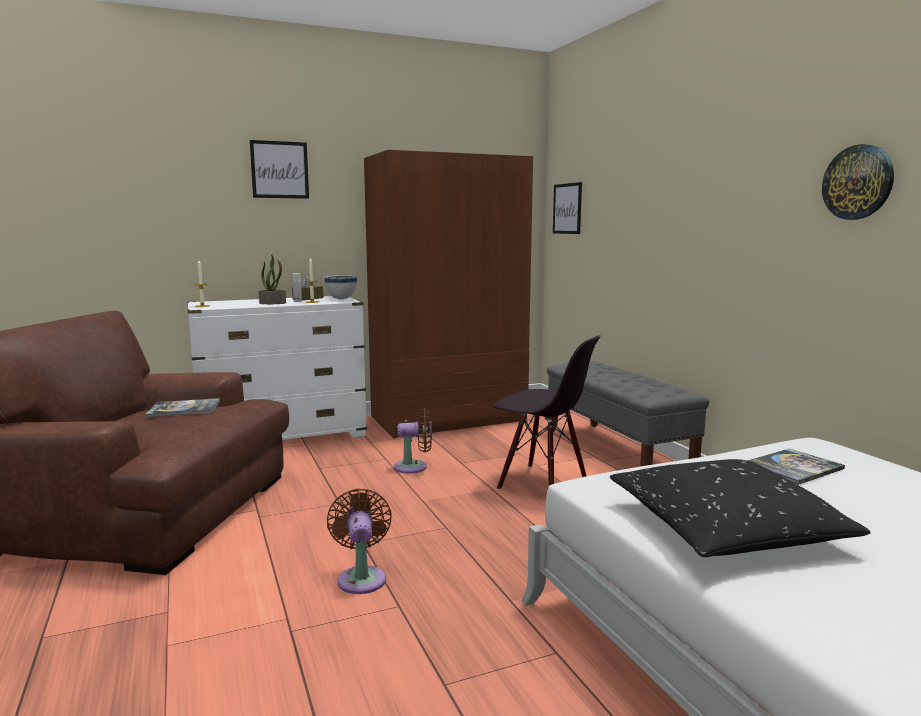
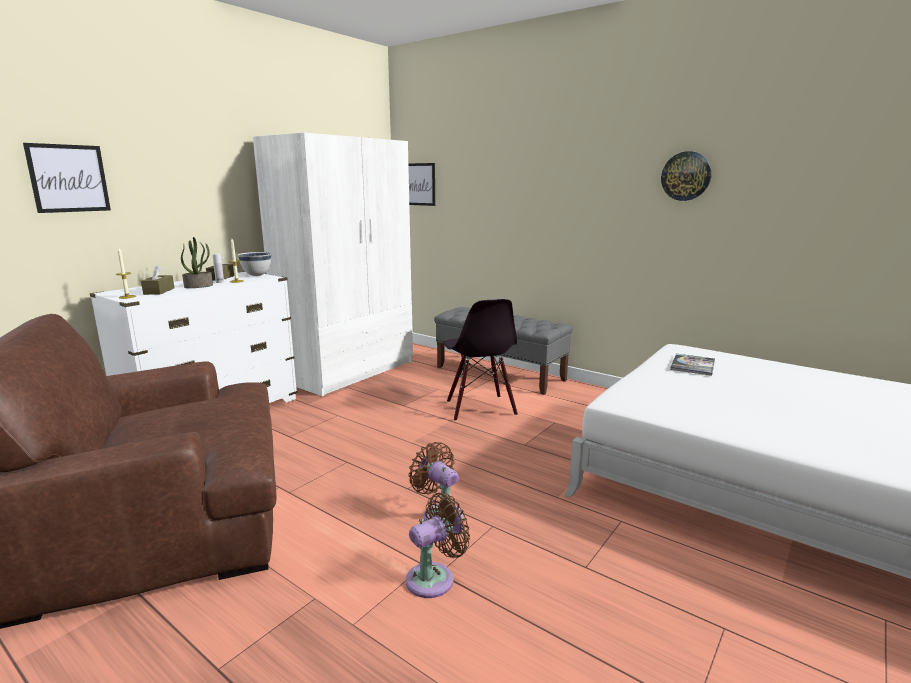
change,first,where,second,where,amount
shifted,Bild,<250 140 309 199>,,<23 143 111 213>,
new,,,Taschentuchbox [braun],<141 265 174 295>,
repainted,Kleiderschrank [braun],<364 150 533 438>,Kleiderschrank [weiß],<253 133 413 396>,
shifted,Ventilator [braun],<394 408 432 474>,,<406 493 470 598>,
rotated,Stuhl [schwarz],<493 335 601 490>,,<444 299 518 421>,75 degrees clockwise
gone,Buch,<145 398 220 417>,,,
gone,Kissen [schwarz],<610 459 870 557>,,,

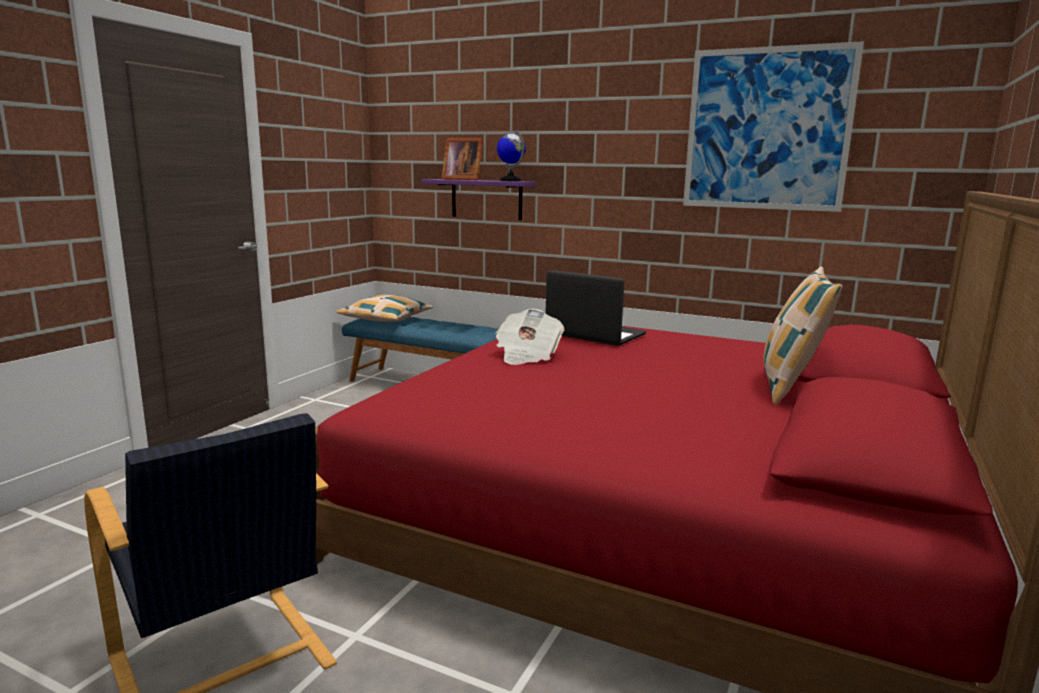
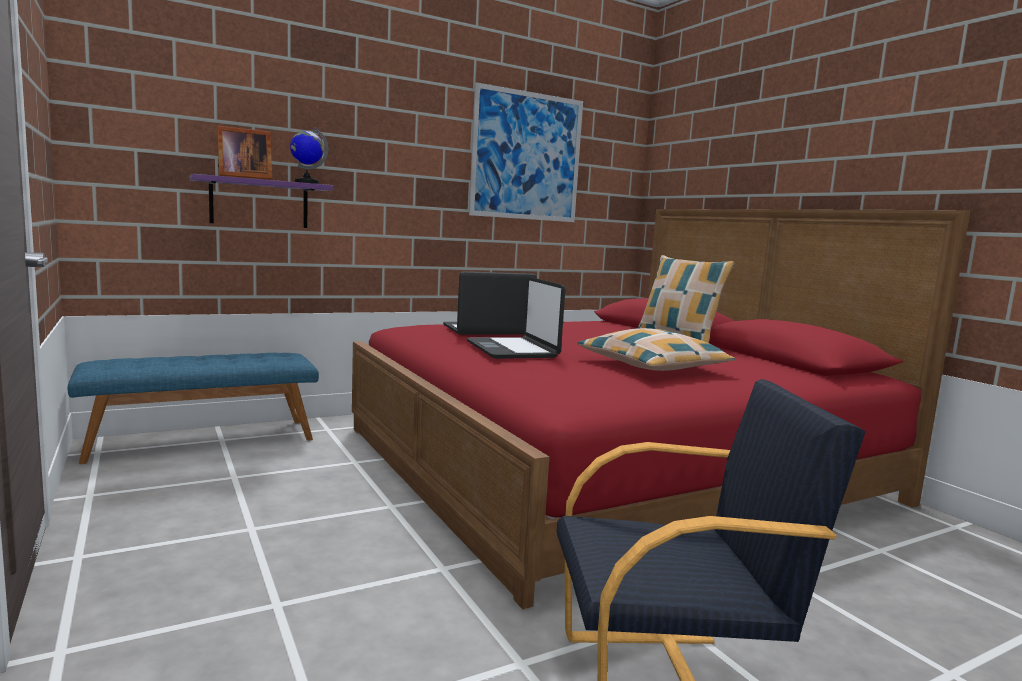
change,first,where,second,where,amount
swapped,Zeitung,<495 309 564 365>,Laptop,<466 277 565 359>,
shifted,Kissen,<336 295 433 322>,,<577 328 736 371>,

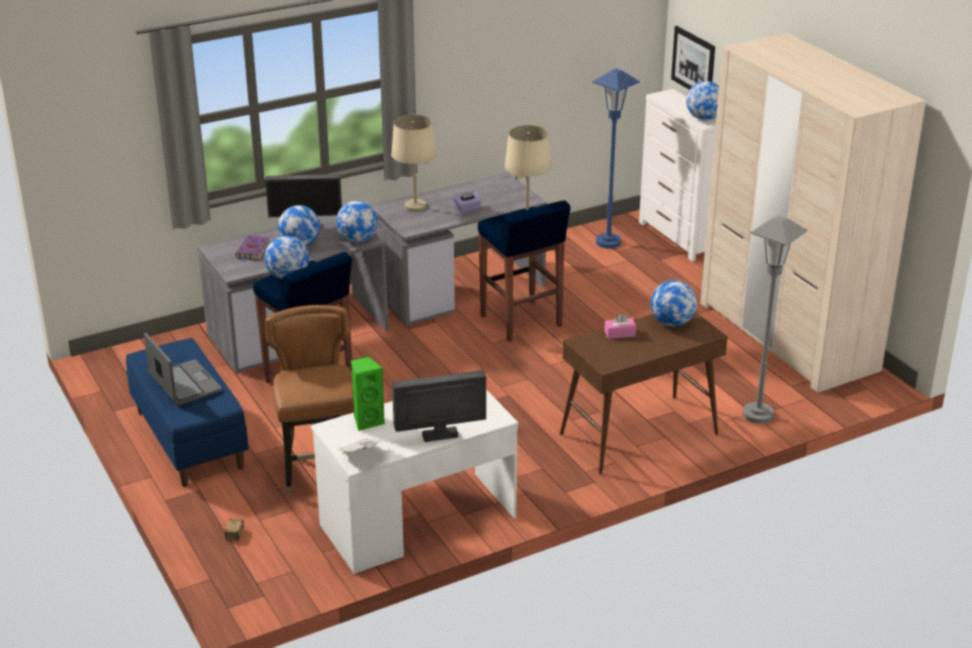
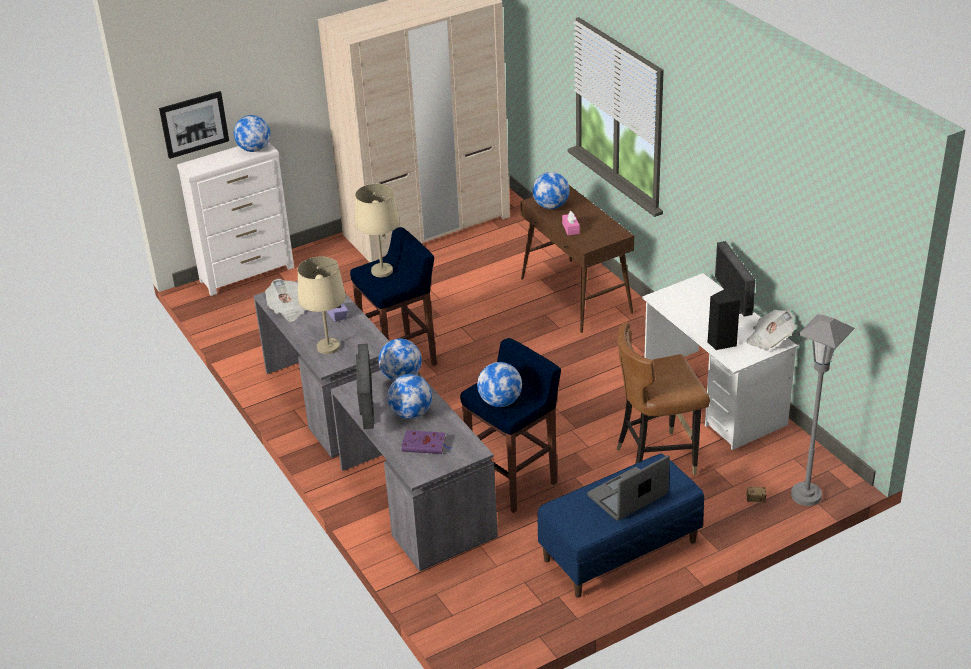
change,first,where,second,where,amount
new,,,Zeitung,<265 279 307 322>,
repainted,Lautsprecher [grün],<351 356 385 431>,Lautsprecher [schwarz],<707 288 740 350>,
shifted,Stehlampe [grau],<743 215 808 424>,,<791 314 854 506>,
gone,Stehlampe [blau],<592 69 640 249>,,,

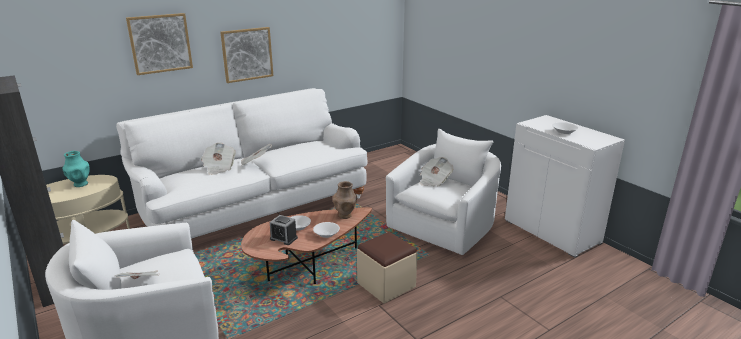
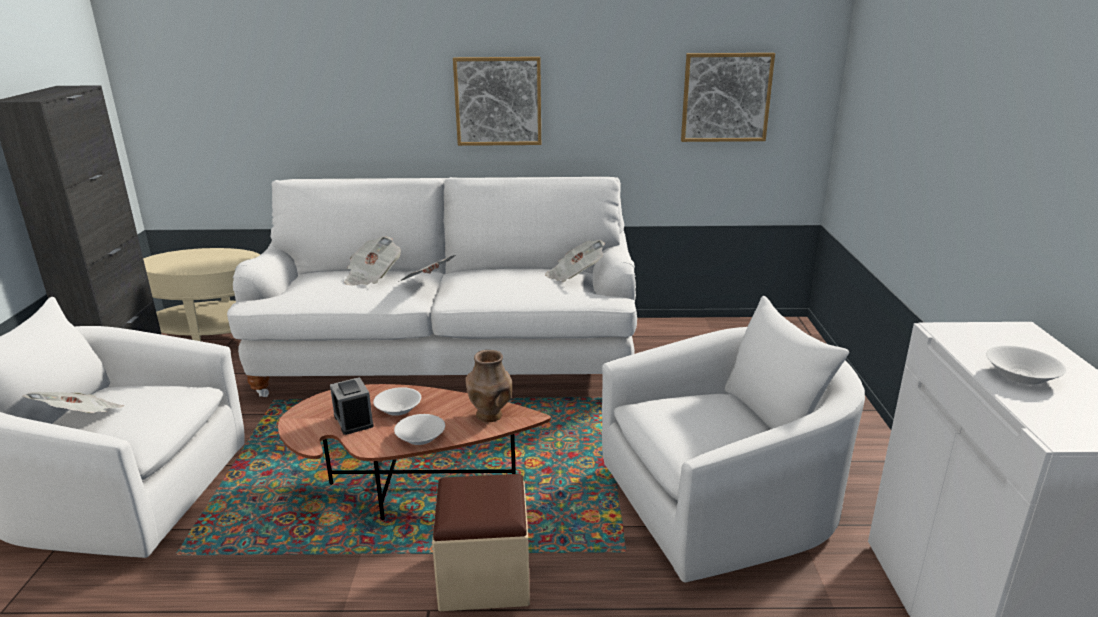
change,first,where,second,where,amount
shifted,Zeitung,<420 157 453 186>,,<545 240 605 282>,
shifted,Bild,<126 13 193 75>,,<681 53 775 142>,
gone,Vase [türkis],<62 151 89 187>,,,

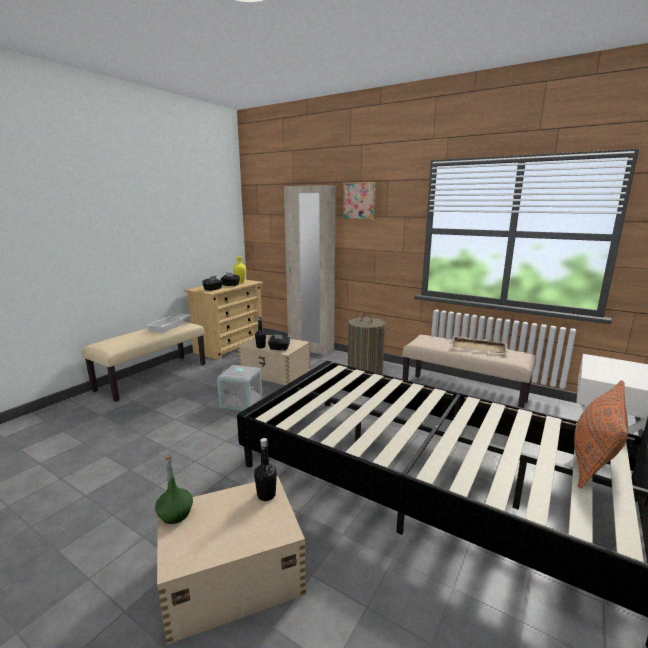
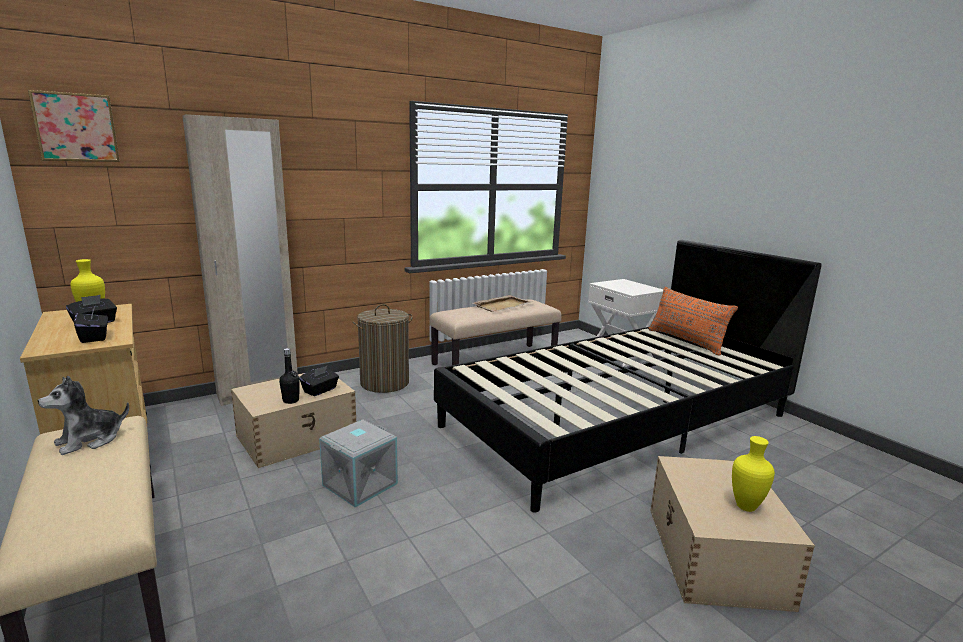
change,first,where,second,where,amount
shifted,Bild,<343 182 377 220>,,<28 90 120 162>,
swapped,Tablett [weiß],<146 313 191 333>,Plüschtier,<38 375 129 455>,
new,,,Vase [gelb],<732 436 775 512>,
gone,Flasche [grün],<155 455 193 524>,,,
gone,Flasche [schwarz],<254 438 277 501>,,,

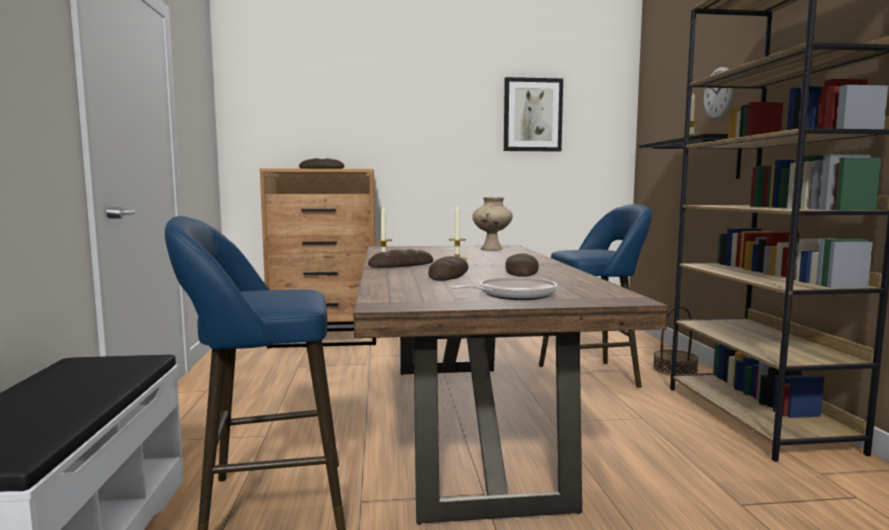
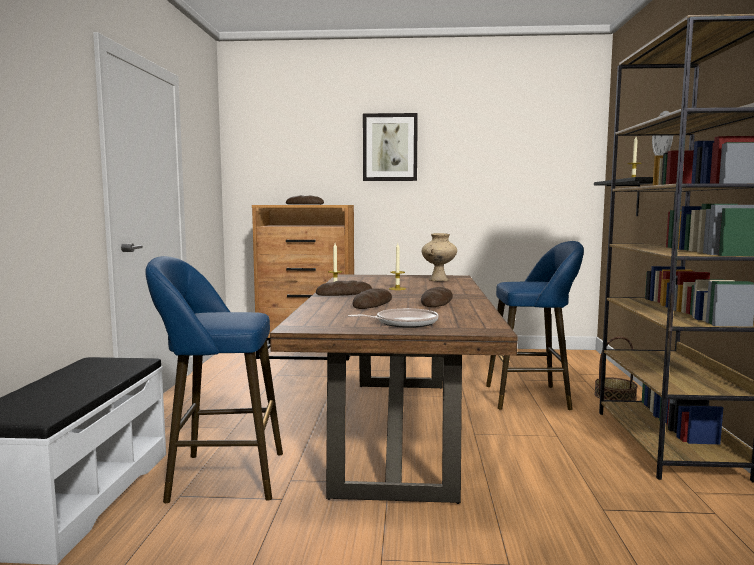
change,first,where,second,where,amount
shifted,Bild,<504 77 563 152>,,<363 113 418 181>,

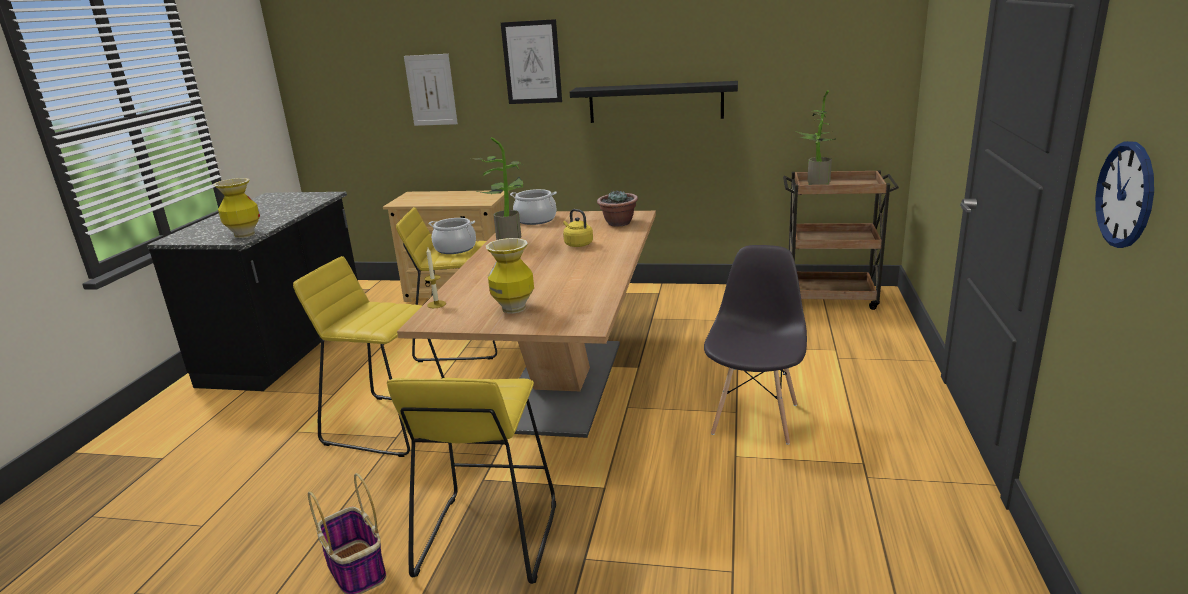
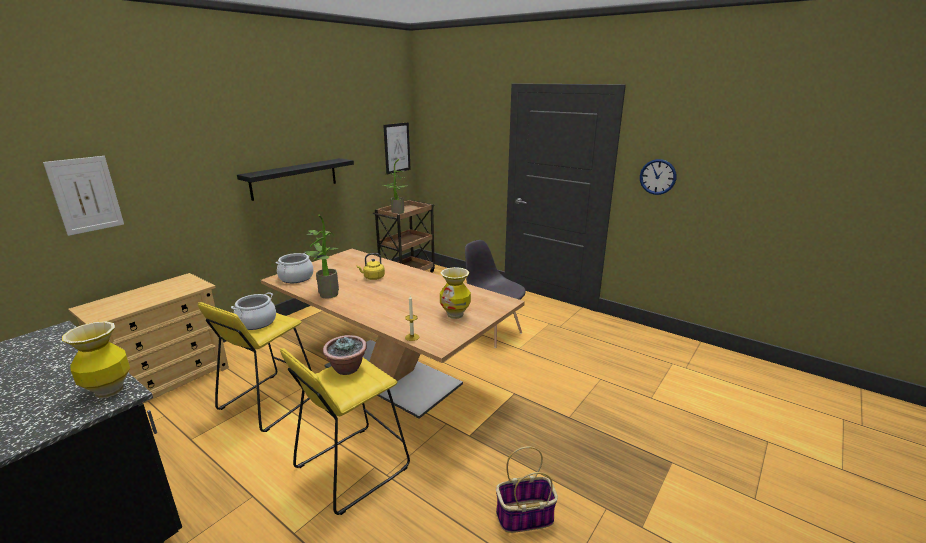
change,first,where,second,where,amount
shifted,Topfpflanze,<597 191 638 226>,,<323 335 367 375>,
shifted,Bild,<501 19 562 104>,,<383 122 411 175>,
gone,Hocker [gelb],<387 378 556 584>,,,

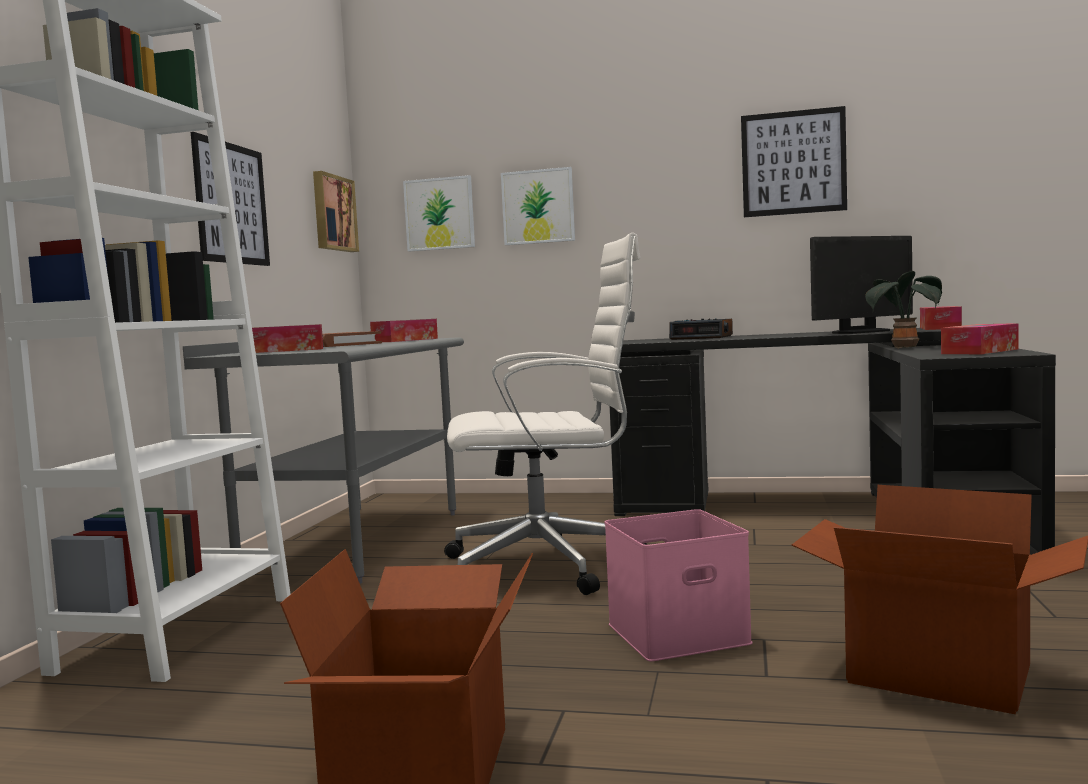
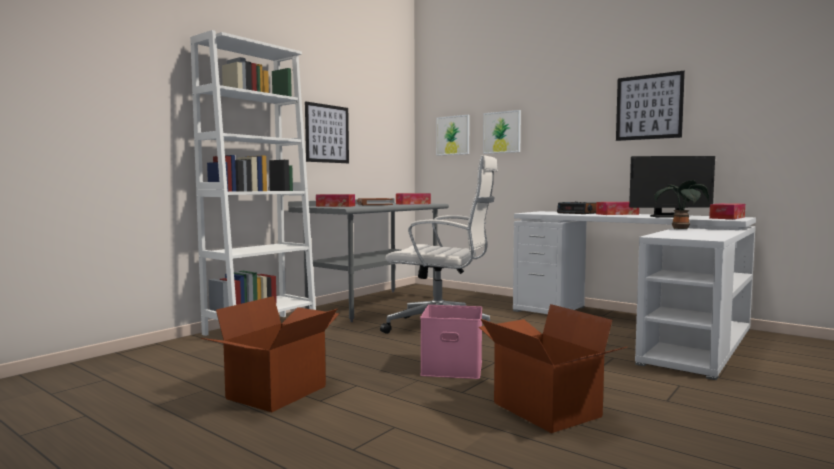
change,first,where,second,where,amount
repainted,Schreibtisch [schwarz],<610 328 1056 555>,Schreibtisch [weiß],<513 211 756 380>,
shifted,Taschentuchbox,<941 323 1019 354>,,<596 202 639 215>,
gone,Bild,<313 171 359 252>,,,

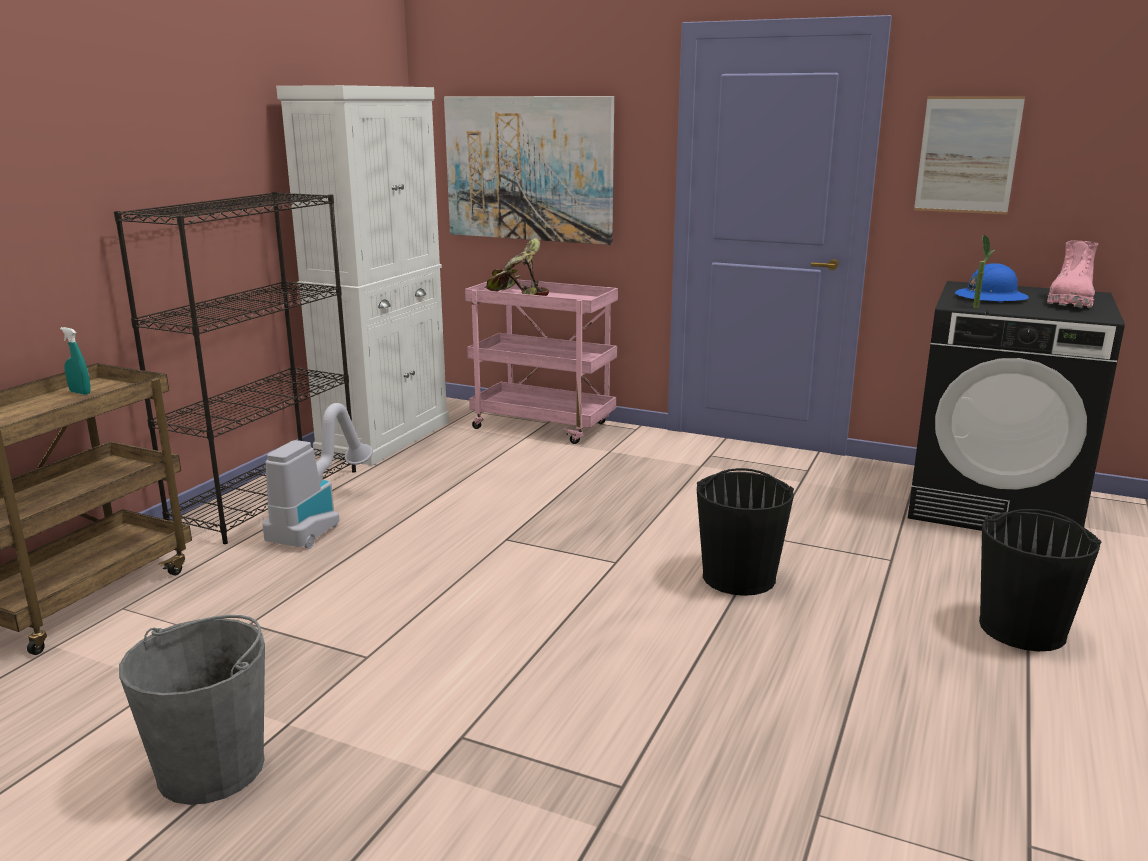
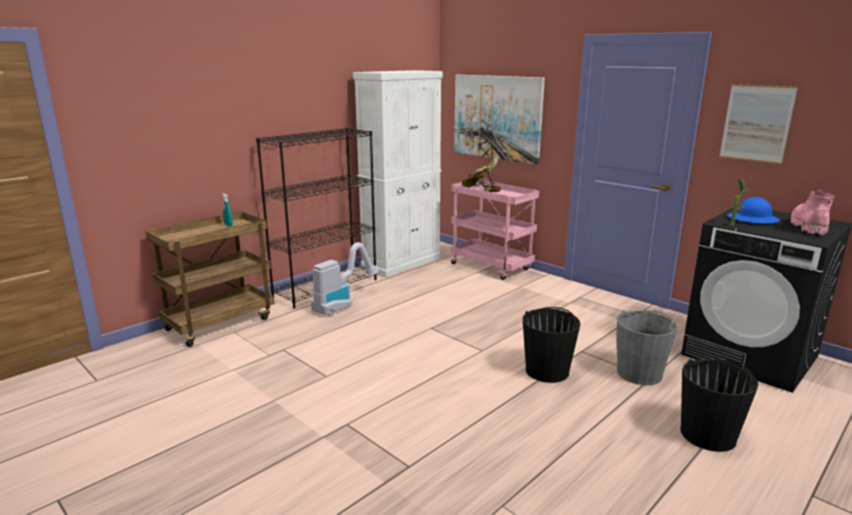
change,first,where,second,where,amount
shifted,Eimer [grau],<119 615 265 805>,,<617 310 678 385>,
rotated,Stiefel [rosa],<1047 240 1098 308>,,<790 190 834 235>,150 degrees clockwise

